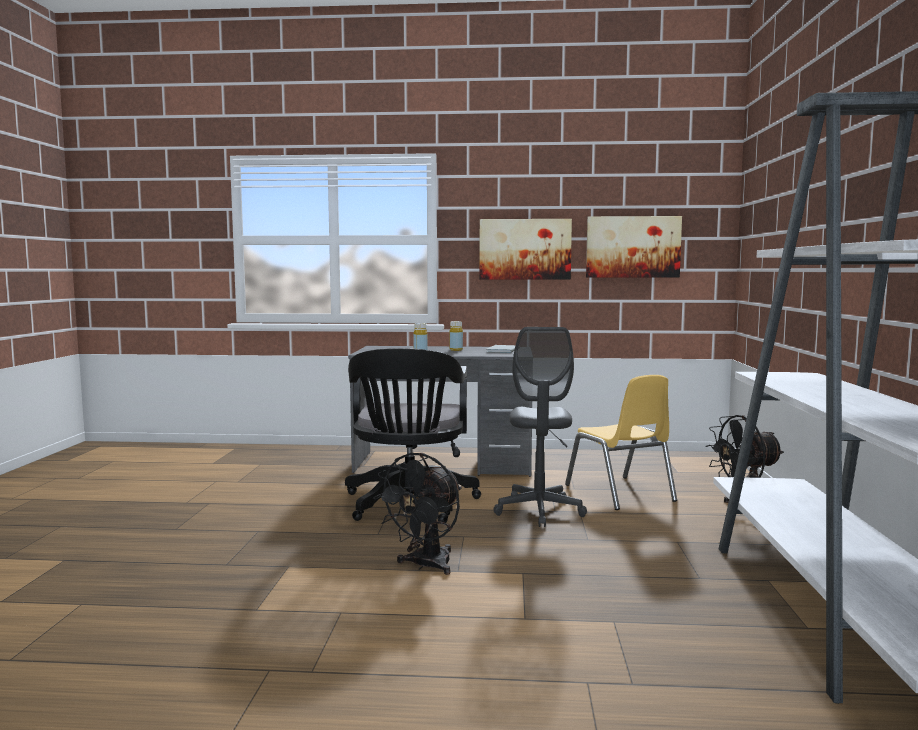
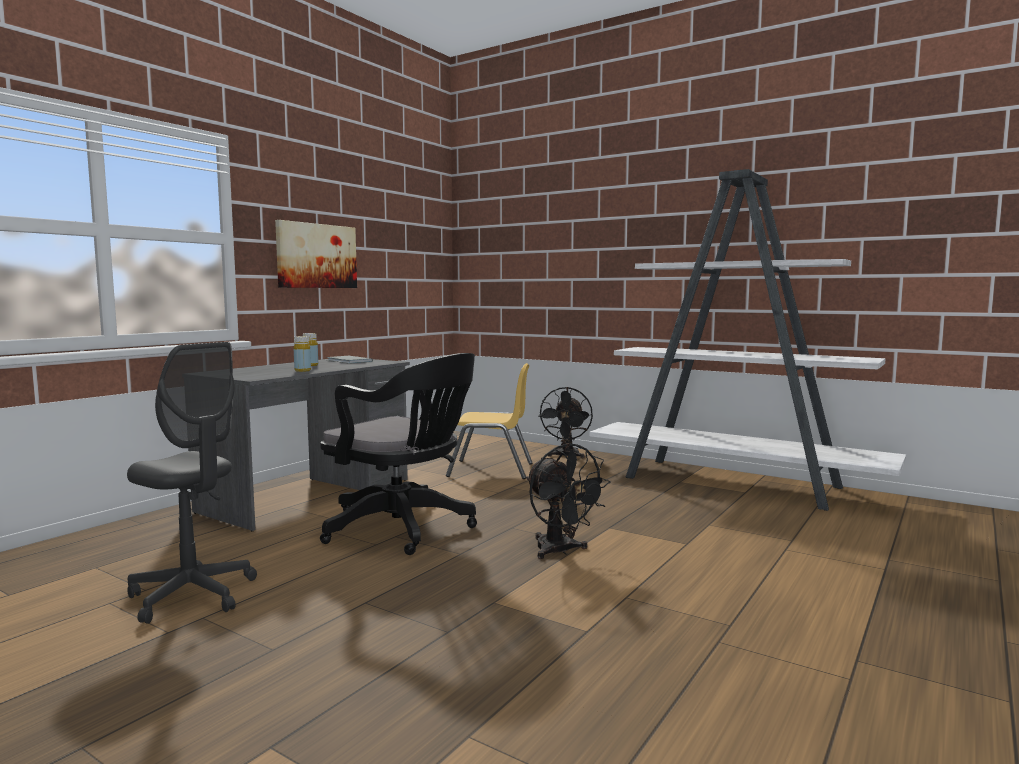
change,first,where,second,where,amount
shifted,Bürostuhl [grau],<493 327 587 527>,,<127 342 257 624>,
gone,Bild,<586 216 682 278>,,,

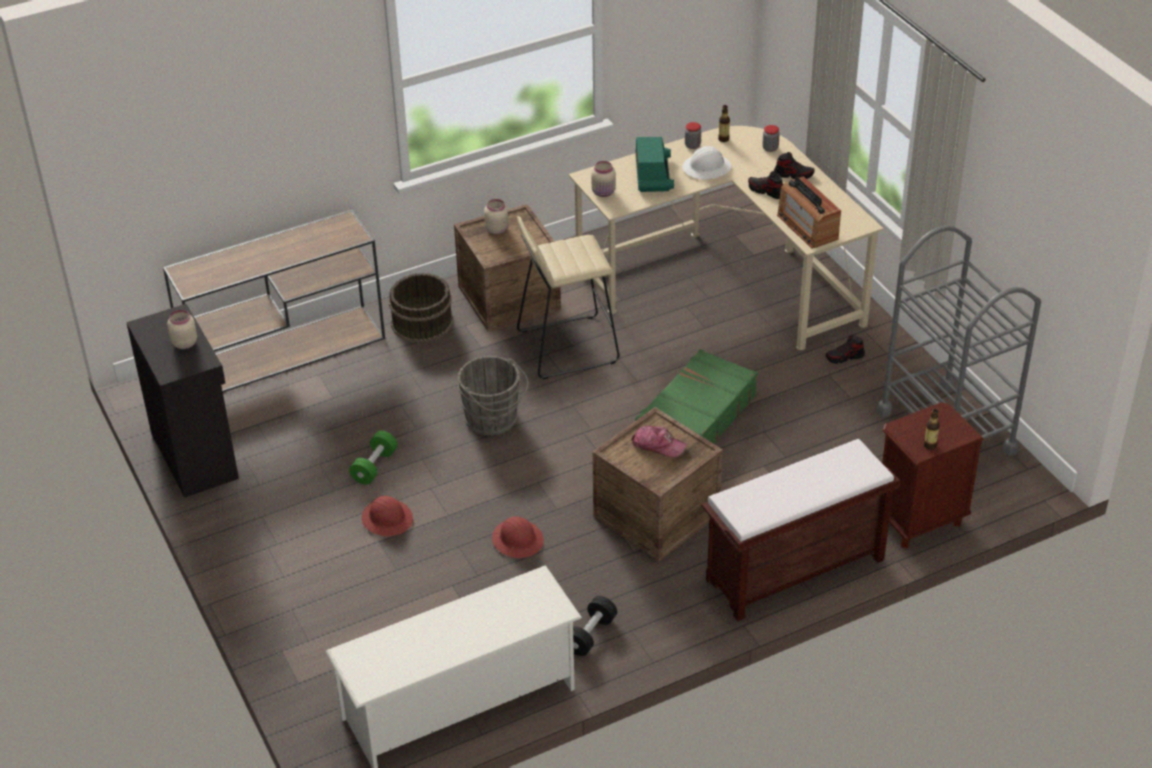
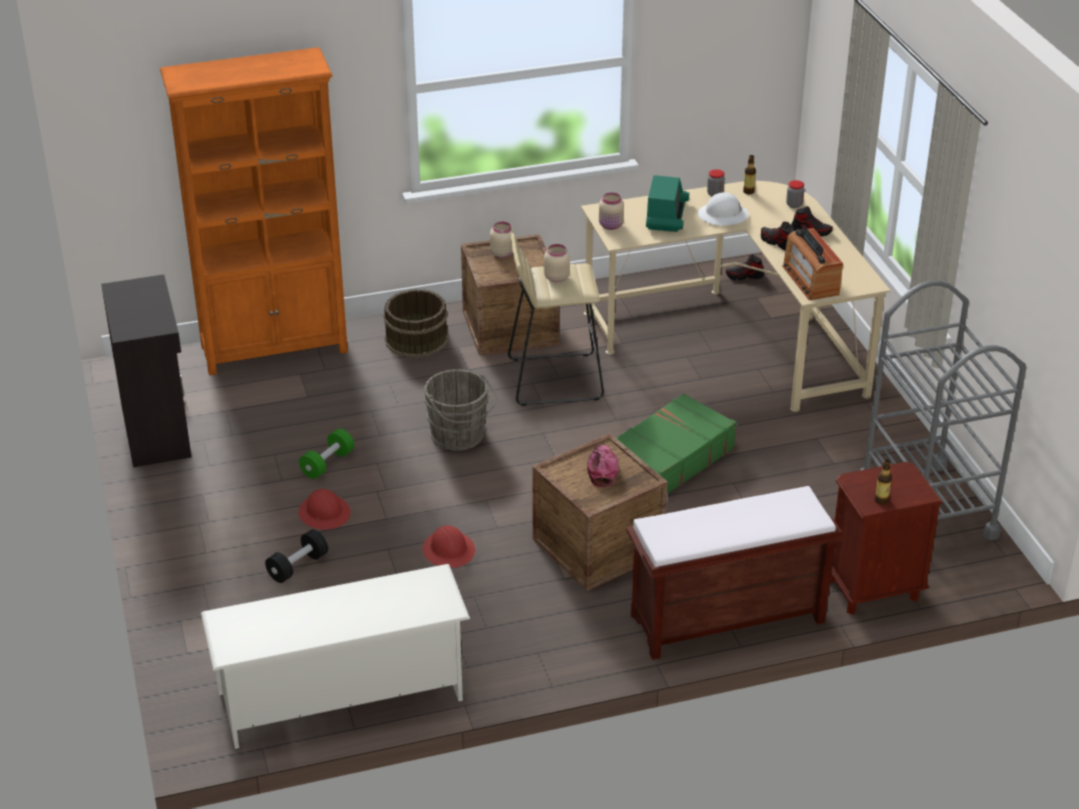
change,first,where,second,where,amount
swapped,Konsolentisch [braun],<163 210 385 392>,Bücherregal [orange],<160 47 348 375>,
shifted,Hantel [schwarz],<573 596 617 656>,,<265 529 328 583>,
shifted,Vorratsglas [beige],<167 310 197 349>,,<544 244 570 282>,
rotated,Kappe,<632 426 687 457>,,<587 445 619 487>,120 degrees counterclockwise
shifted,Schuh,<826 335 865 364>,,<726 255 764 280>,

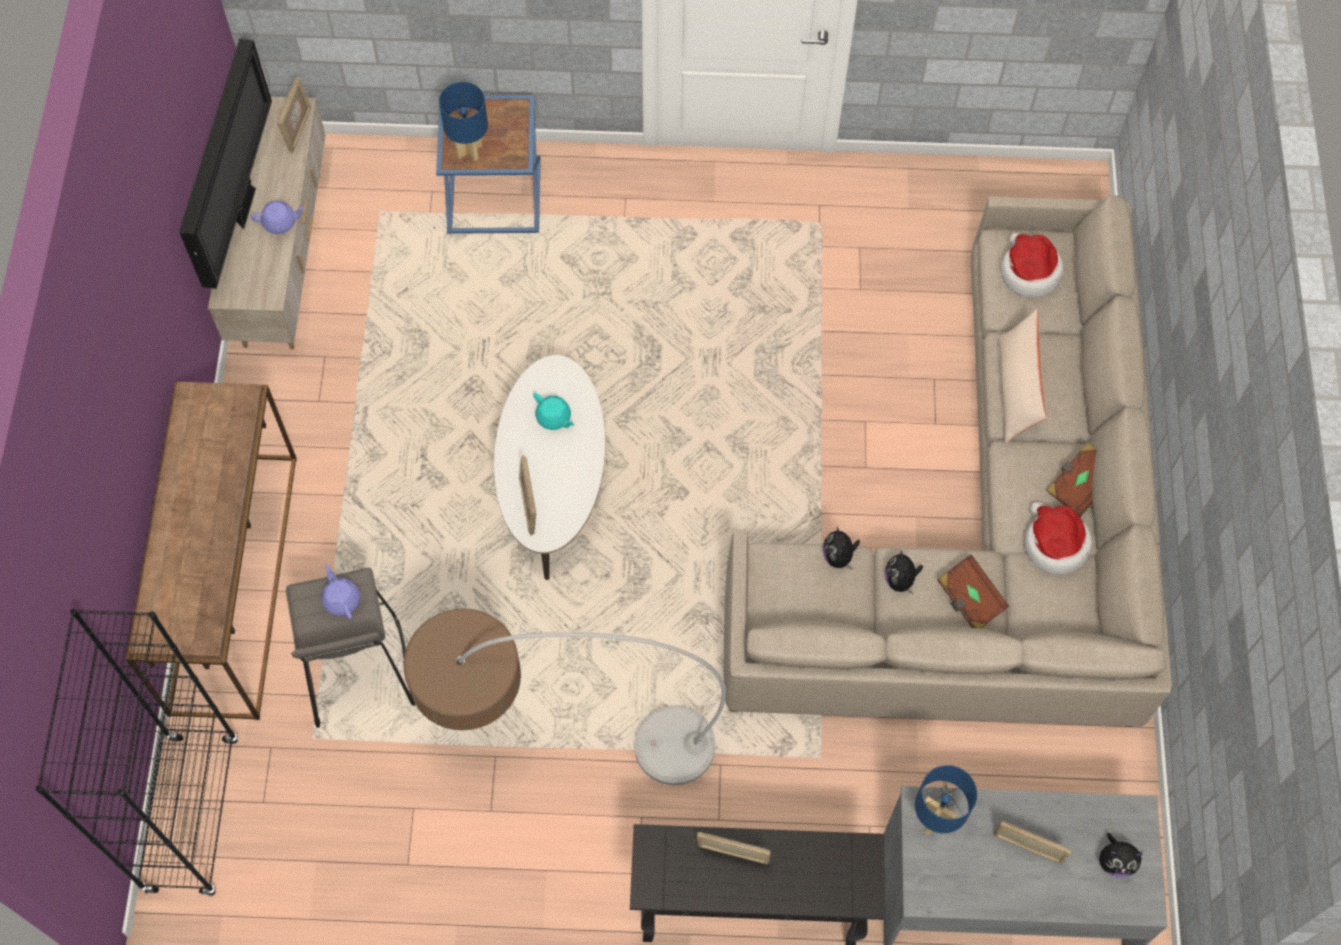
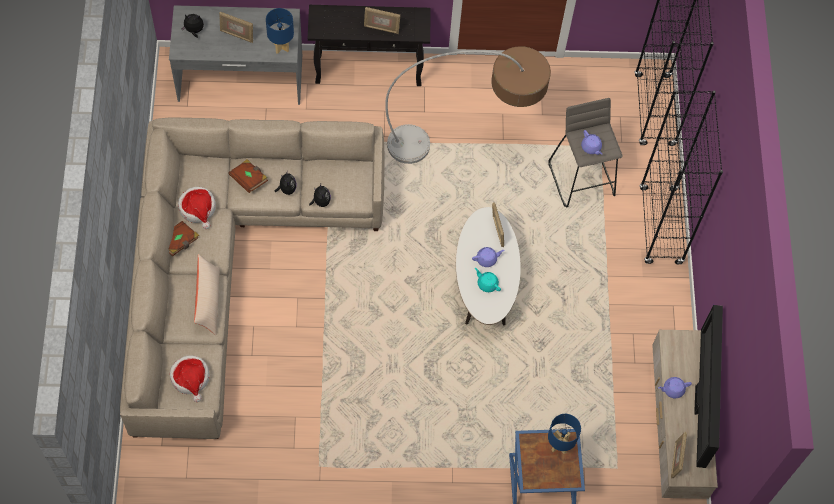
change,first,where,second,where,amount
new,,,Teekanne [lila],<472 247 505 267>,
swapped,Konsolentisch [braun],<126 381 297 720>,Bücherregal [schwarz],<640 90 723 264>,

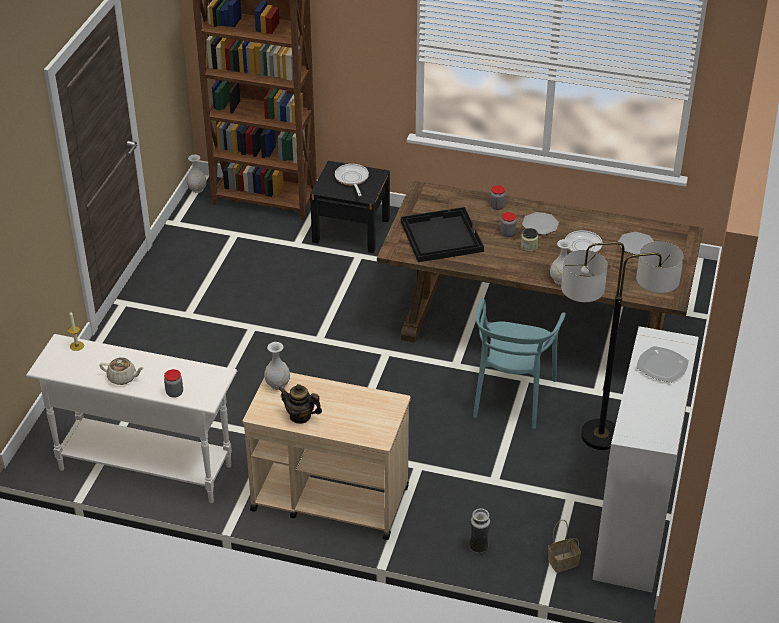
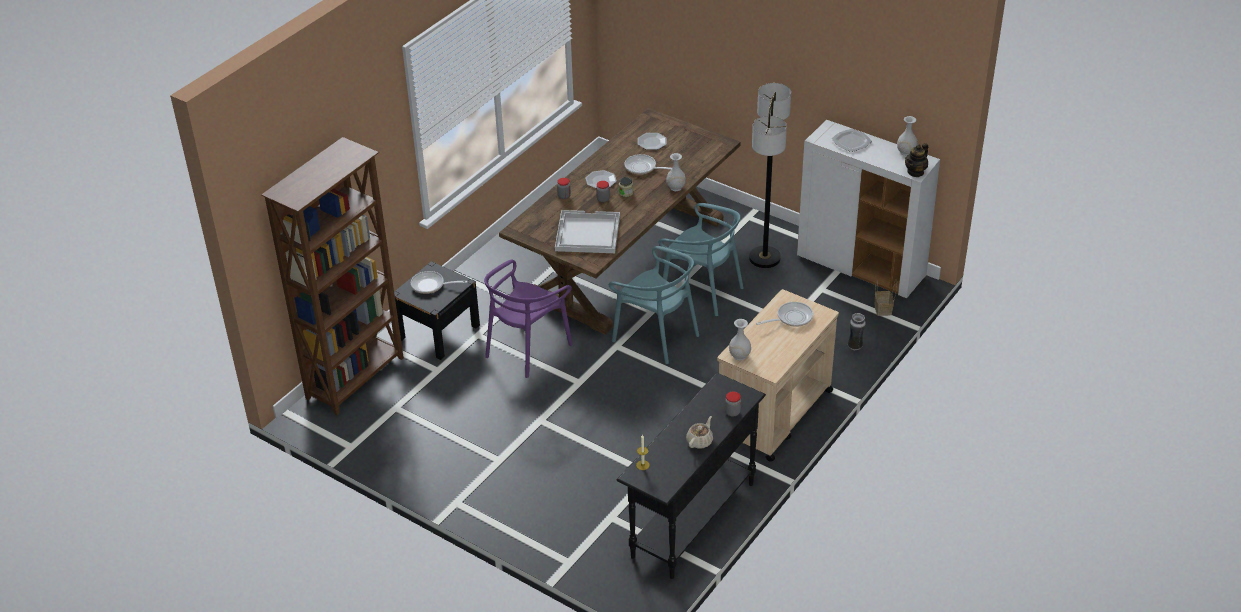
change,first,where,second,where,amount
new,,,Stuhl [lila],<484 260 573 378>,
repainted,Tablett [schwarz],<401 207 484 262>,Tablett [weiß],<555 210 620 253>,
new,,,Stuhl [türkis],<609 246 699 364>,
repainted,Konsolentisch [weiß],<26 334 237 503>,Konsolentisch [schwarz],<617 373 766 579>,
new,,,Pfanne,<756 302 813 327>,
shifted,Vase [weiß],<187 154 207 193>,,<897 116 918 156>,
shifted,Teekanne,<278 384 322 424>,,<905 143 928 177>,

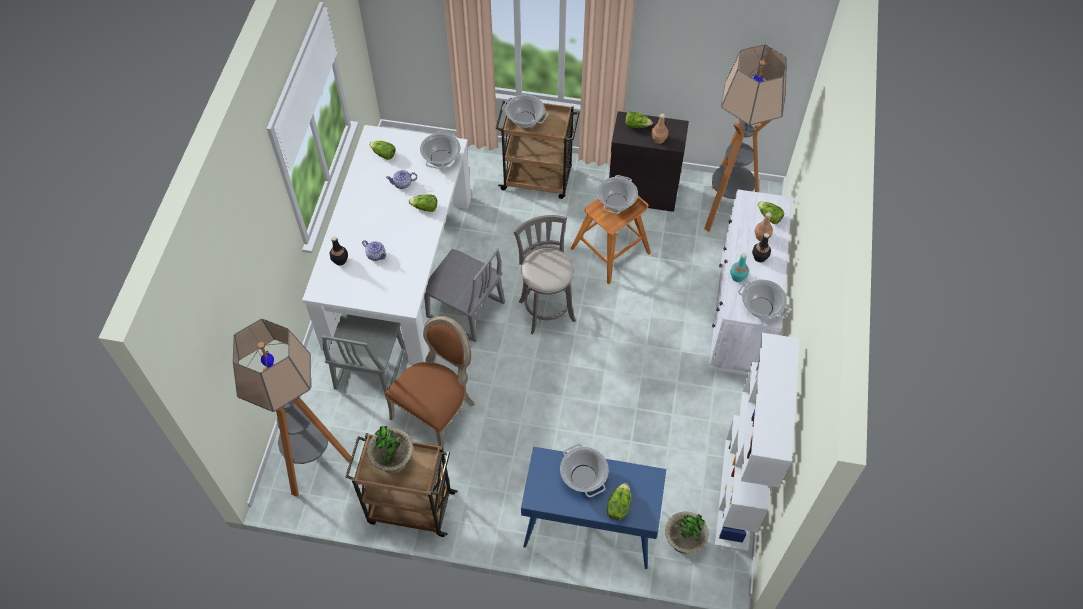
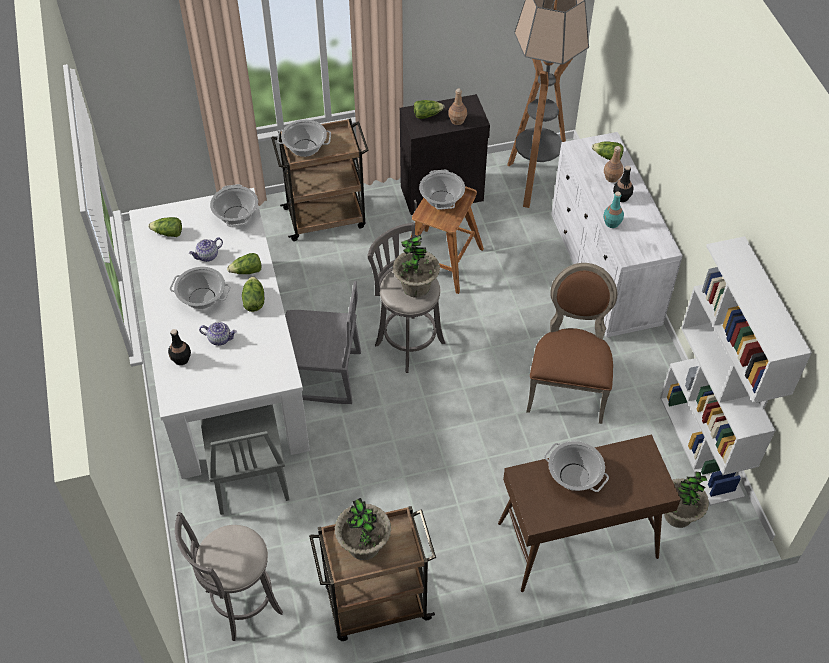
change,first,where,second,where,amount
shifted,Kochtopf,<738 280 790 319>,,<170 267 231 309>,
swapped,Stehlampe,<233 319 351 497>,Hocker [grau],<175 512 283 641>,
shifted,Salatkopf,<606 483 631 520>,,<242 277 264 312>,
new,,,Topfpflanze,<393 235 440 298>,
repainted,Konsolentisch [blau],<521 447 666 569>,Konsolentisch [braun],<498 435 681 592>,
shifted,Stuhl [braun],<384 316 475 450>,,<526 263 618 424>,

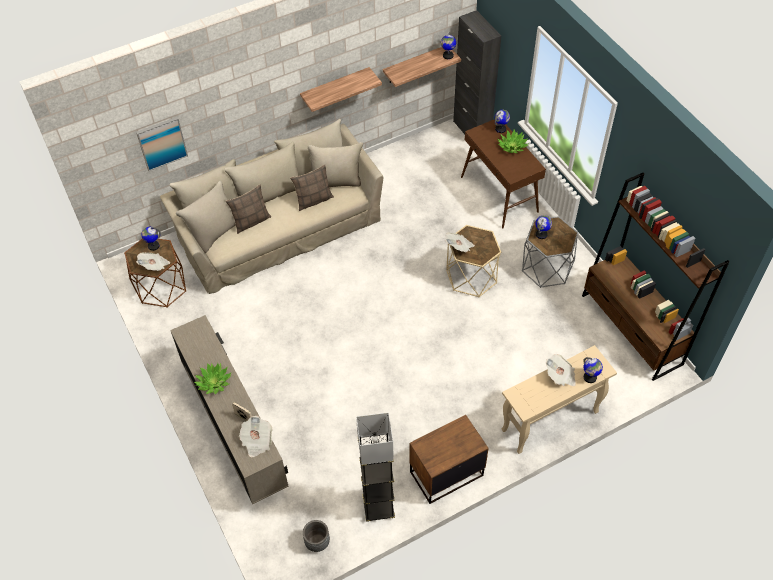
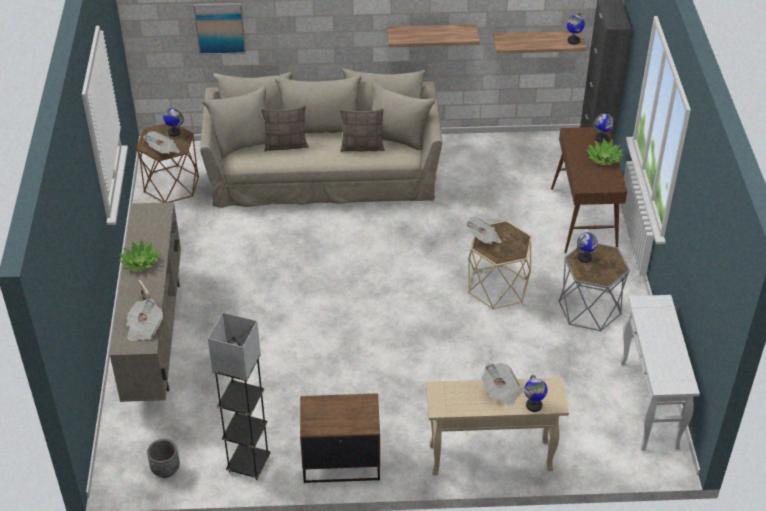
change,first,where,second,where,amount
swapped,Bücherregal [braun],<582 172 729 381>,Konsolentisch [weiß],<620 295 700 451>,

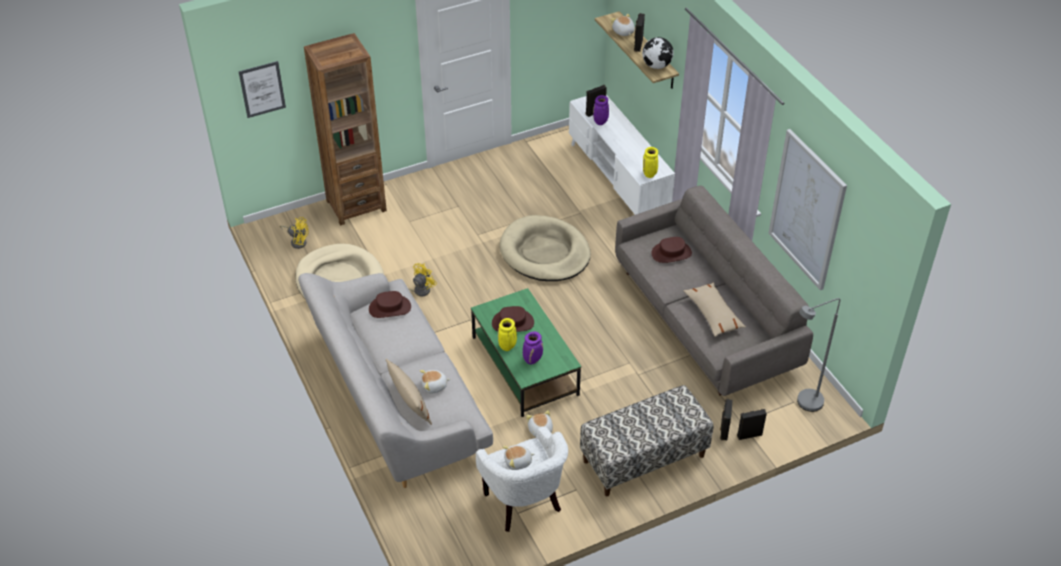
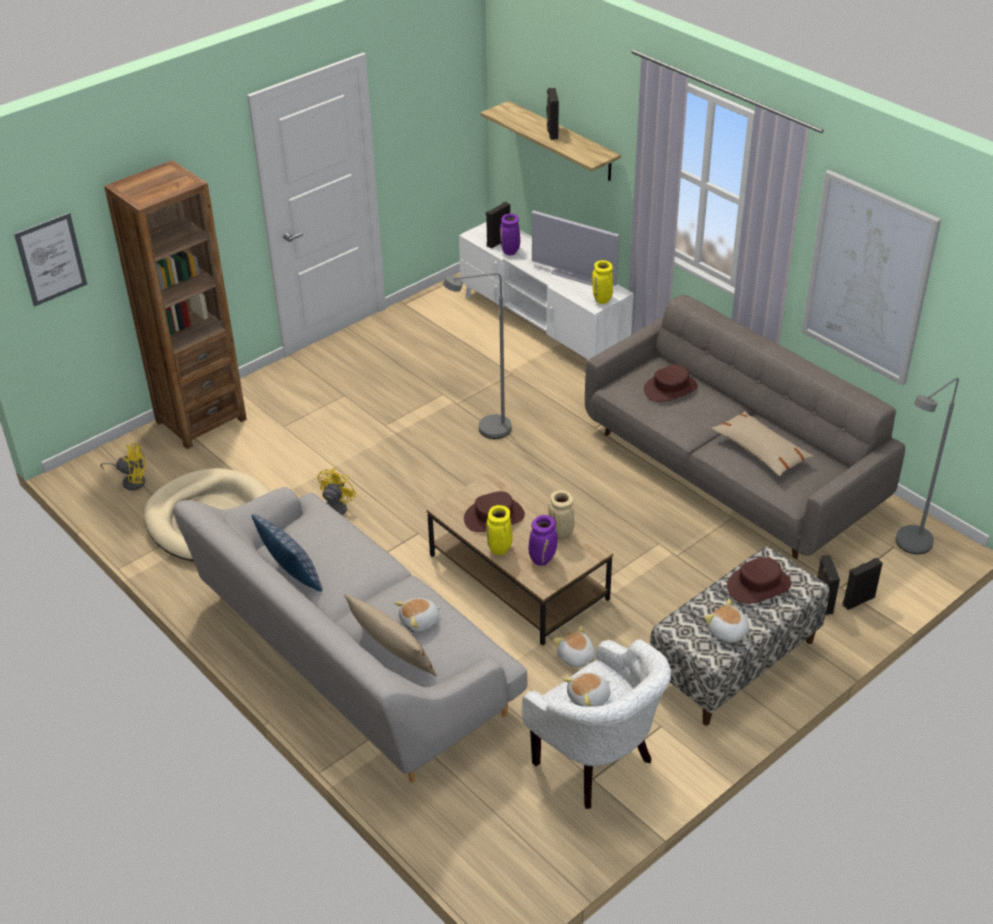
change,first,where,second,where,amount
new,,,Kissen,<252 514 323 592>,
repainted,Couchtisch [grün],<471 288 581 417>,Couchtisch [braun],<427 469 613 646>,
swapped,Hundebett [beige],<500 215 591 281>,Stehlampe [grau],<443 273 511 439>,
new,,,Fernseher,<532 210 619 286>,
new,,,Vase [beige],<548 490 574 540>,
shifted,Plüschtier,<610 14 635 36>,,<704 599 749 643>,
shifted,Hut [braun],<369 291 411 318>,,<727 557 791 604>,
gone,Globus,<642 37 674 69>,,,

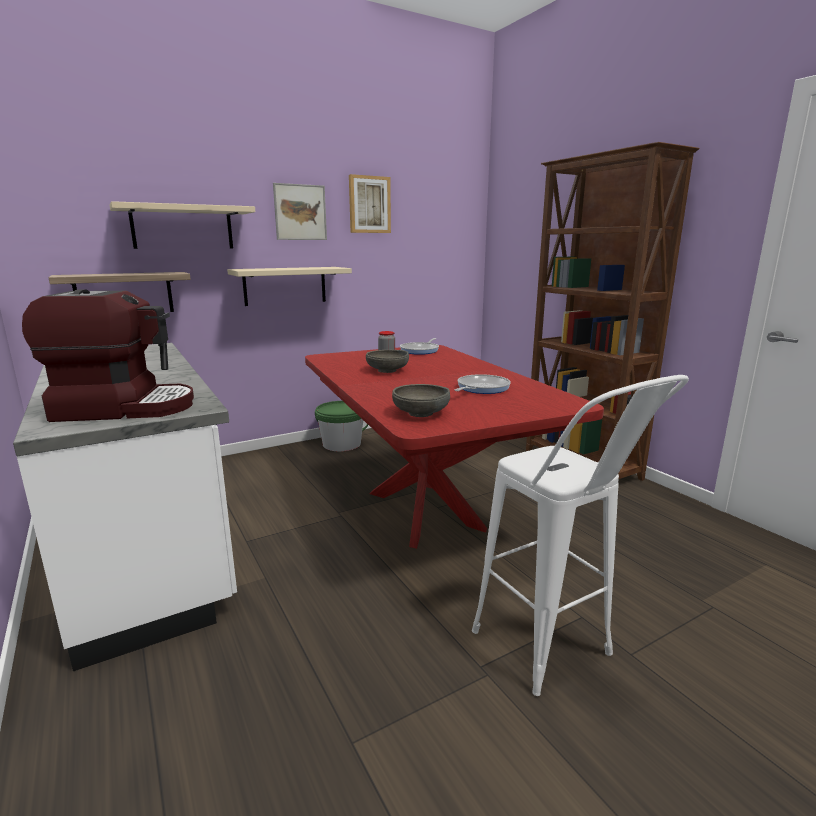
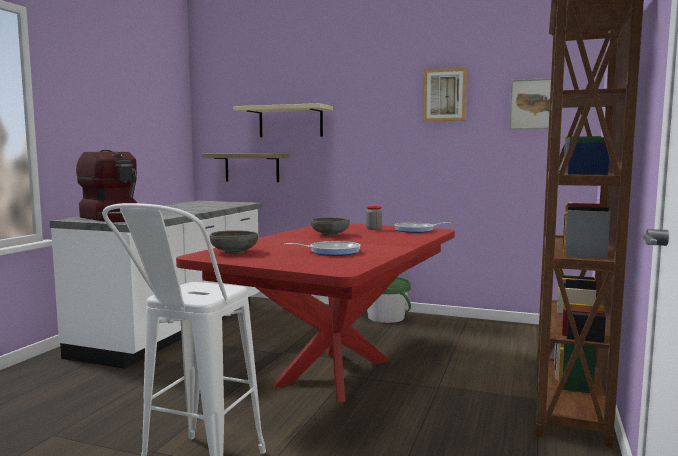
change,first,where,second,where,amount
shifted,Bild,<273 183 327 240>,,<509 78 564 130>,
gone,Wandregal [beige],<227 267 352 306>,,,

